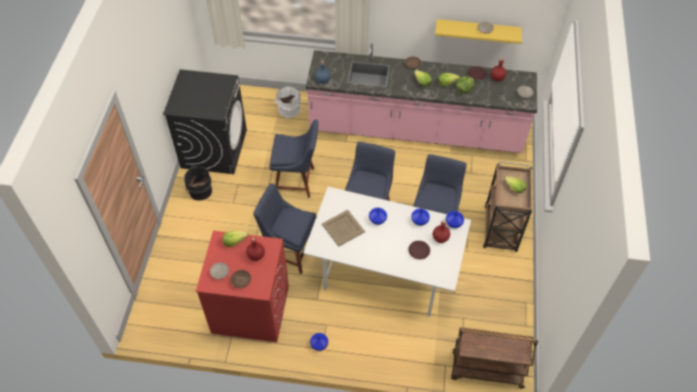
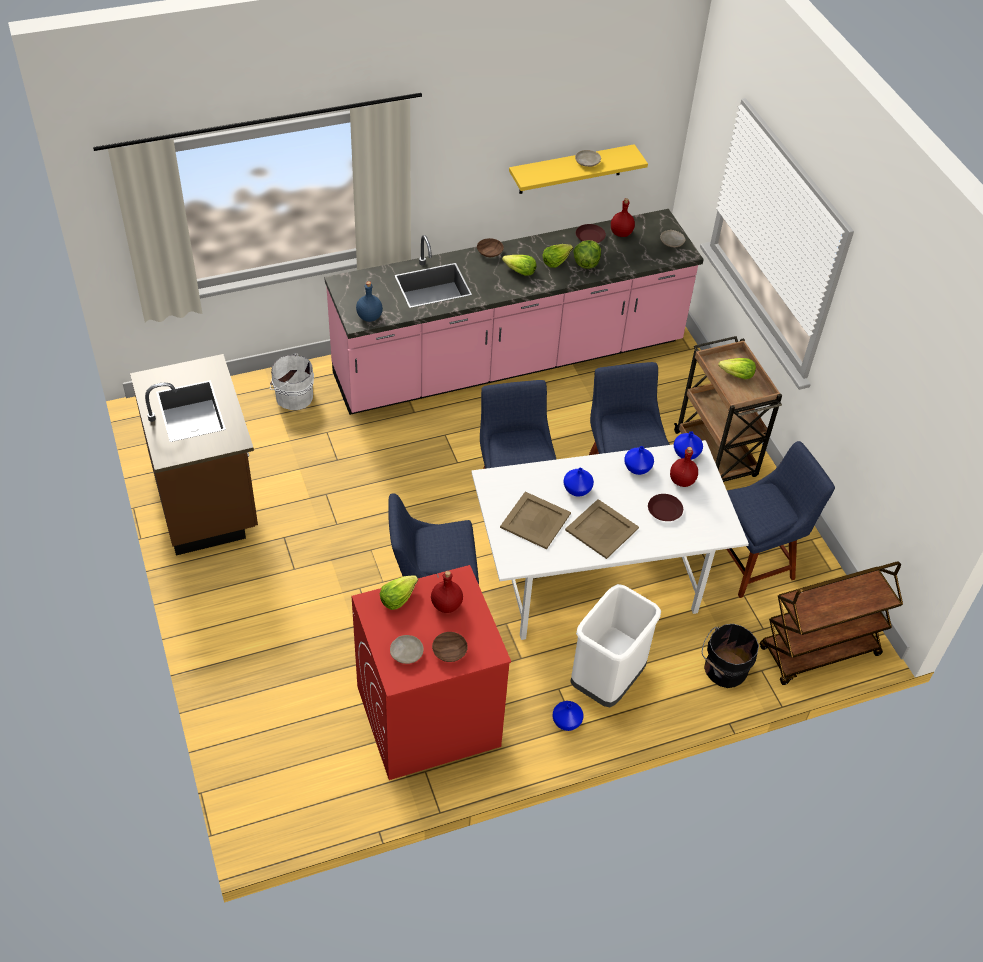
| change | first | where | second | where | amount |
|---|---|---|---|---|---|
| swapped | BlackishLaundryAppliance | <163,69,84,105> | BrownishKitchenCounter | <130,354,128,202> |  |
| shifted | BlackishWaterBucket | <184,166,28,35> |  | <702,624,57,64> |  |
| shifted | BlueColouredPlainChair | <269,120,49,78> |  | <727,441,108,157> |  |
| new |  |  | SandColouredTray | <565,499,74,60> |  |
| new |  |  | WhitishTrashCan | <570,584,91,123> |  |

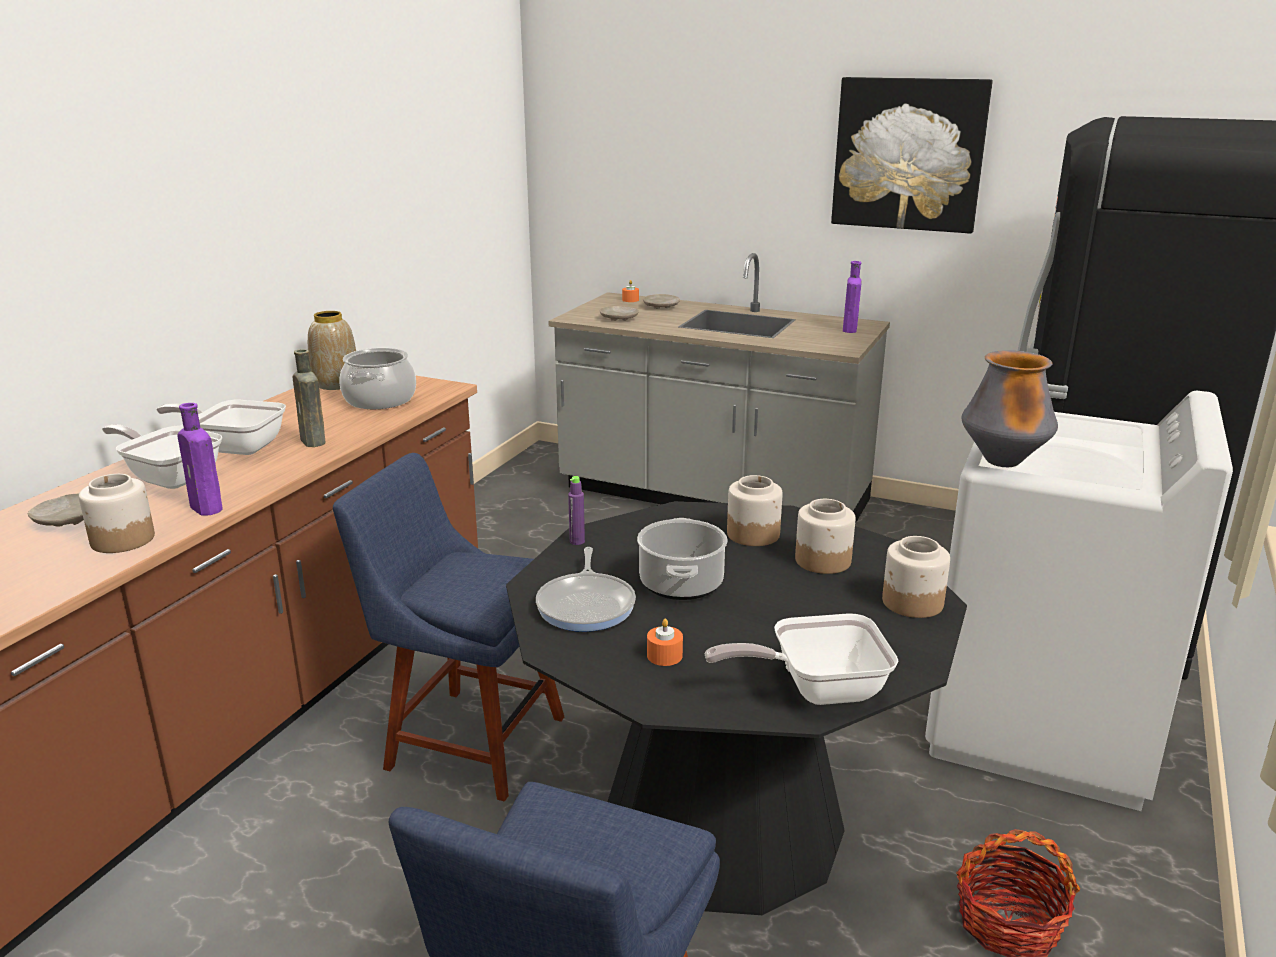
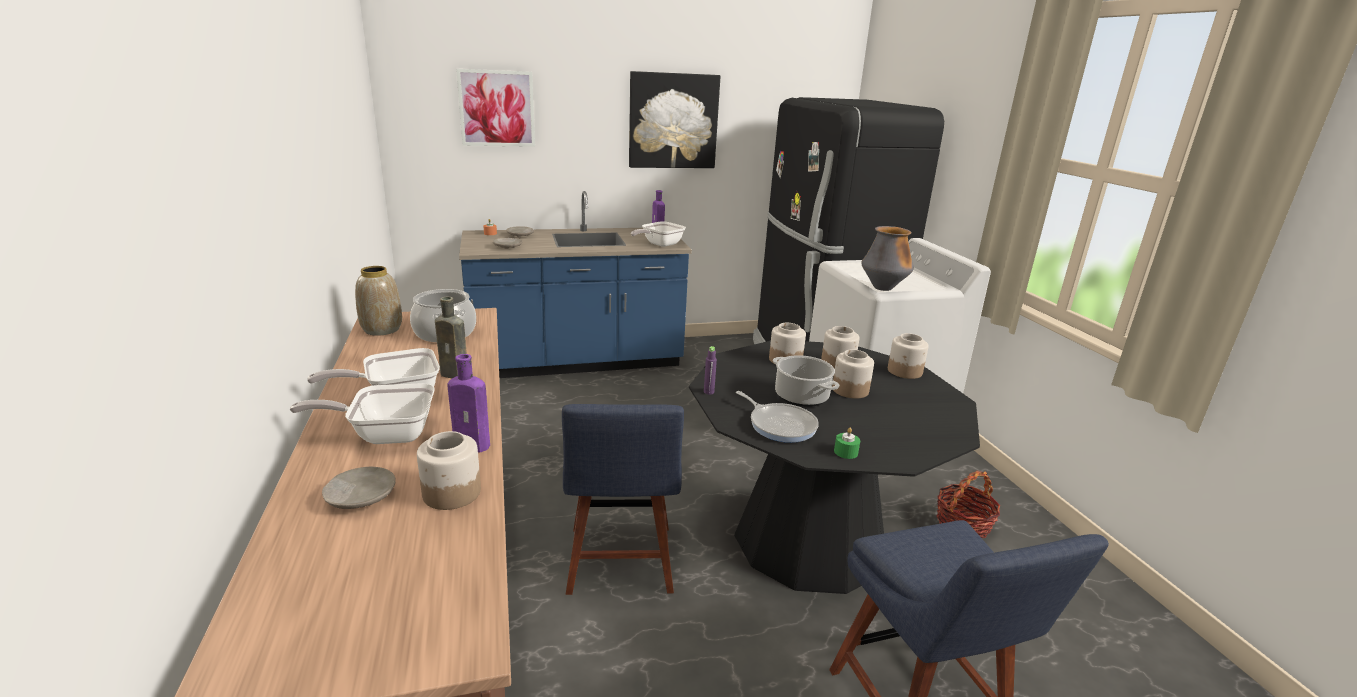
| change | first | where | second | where | amount |
|---|---|---|---|---|---|
| rotated | BlueColouredPlainChair | <333,453,231,349> |  | <562,404,122,191> | 75 degrees counterclockwise |
| repainted | GreyishKitchenCounter | <548,253,342,271> | BlueColouredKitchenCounter | <459,191,233,187> |  |
| gone | OrangeColouredCandle | <647,618,36,48> |  |  |  |
| shifted | Skillet | <705,614,193,91> |  | <631,221,55,26> |  |
| new |  |  | WallArt | <456,69,79,78> |  |
| new |  |  | PreserveJar | <832,349,42,50> |  |
| new |  |  | GreenishCandle | <834,428,26,31> |  |

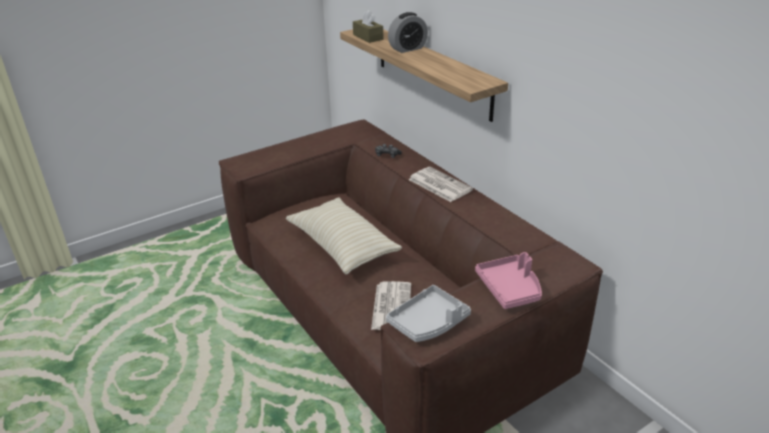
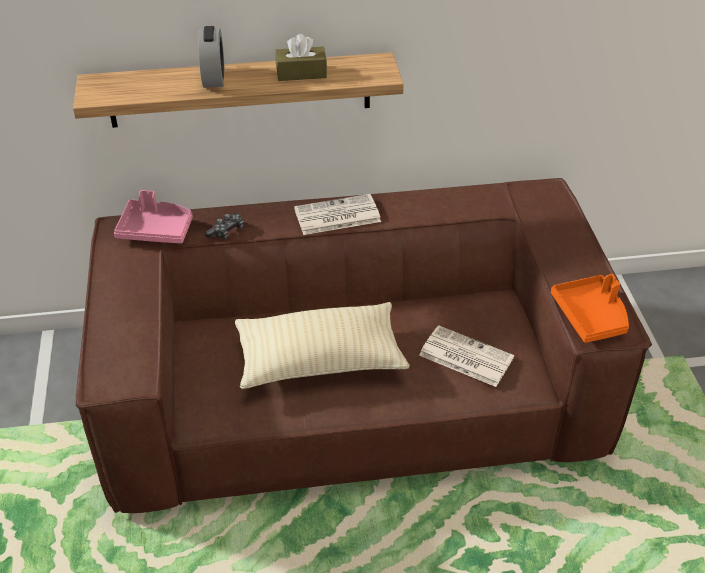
| change | first | where | second | where | amount |
|---|---|---|---|---|---|
| shifted | BrownishTissueBox | <353,10,30,33> |  | <275,34,52,47> |  |
| repainted | GreyishTray | <386,285,85,57> | OrangeColouredTray | <551,274,78,69> |  |
| shifted | PinkishTray | <475,252,67,57> |  | <114,190,79,53> |  |

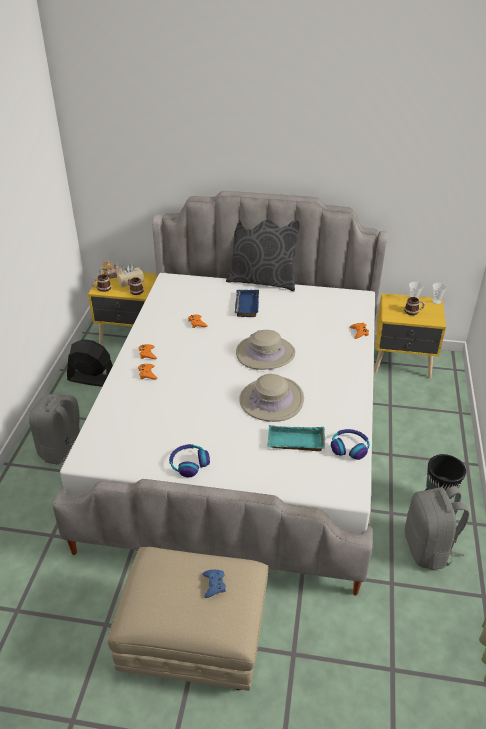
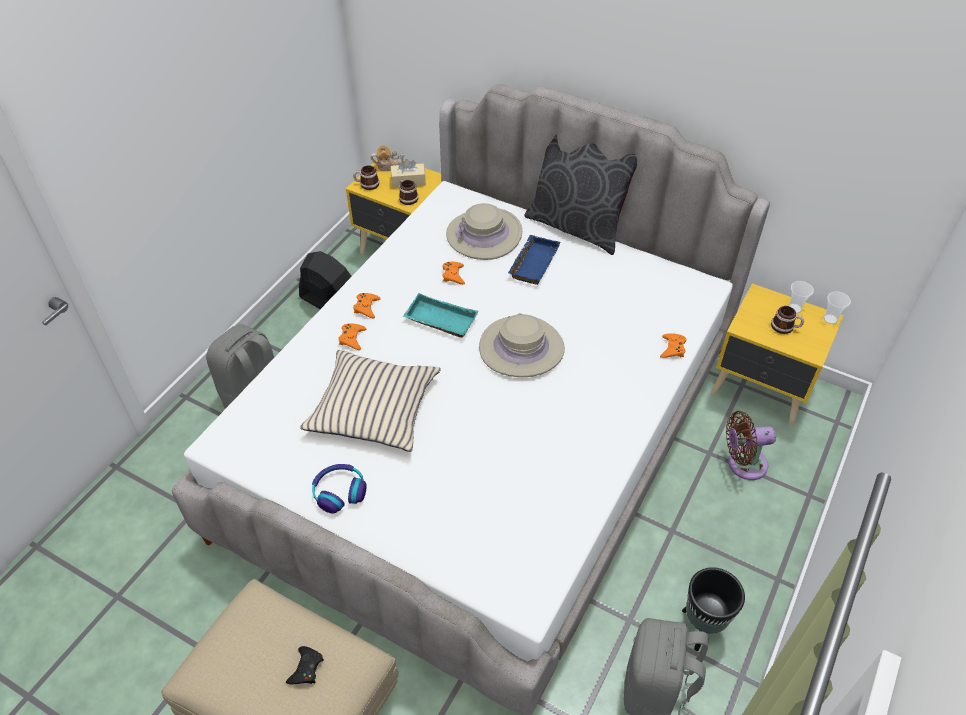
| change | first | where | second | where | amount |
|---|---|---|---|---|---|
| repainted | BlueColouredJoypad | <202,570,24,28> | BlackishJoypad | <286,646,38,39> |  |
| shifted | SandColouredHat | <239,374,65,48> |  | <446,203,76,57> |  |
| shifted | BlueGreenTray | <267,425,58,26> |  | <403,293,75,45> |  |
| gone | Headset | <331,429,38,31> |  |  |  |
| new |  |  | SandColouredThrowPillow | <300,350,141,102> |  |
| new |  |  | BrownishCoolingFan | <726,411,50,69> |  |

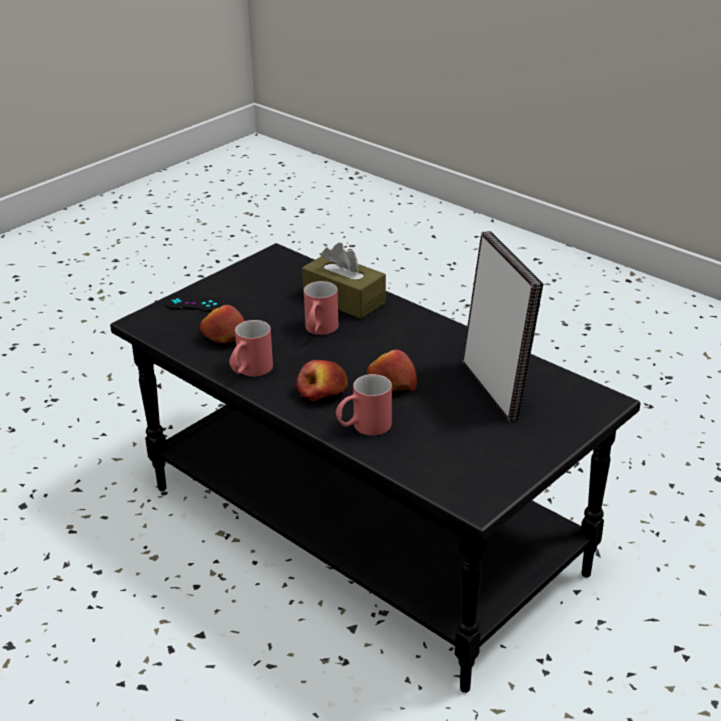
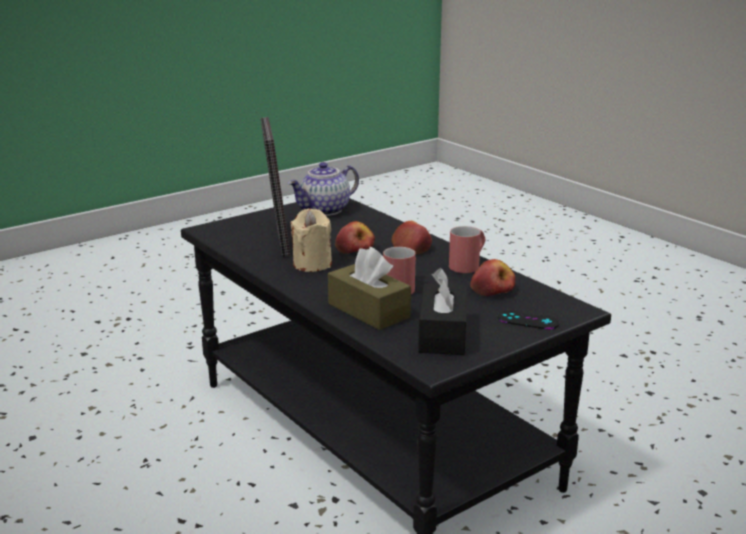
| change | first | where | second | where | amount |
|---|---|---|---|---|---|
| gone | ReddishCoffeeMug | <336,374,56,62> |  |  |  |
| new |  |  | PotForTea | <288,162,71,54> |  |
| new |  |  | SandColouredCandle | <290,208,42,64> |  |
| new |  |  | BlackishTissueBox | <418,268,49,87> |  |

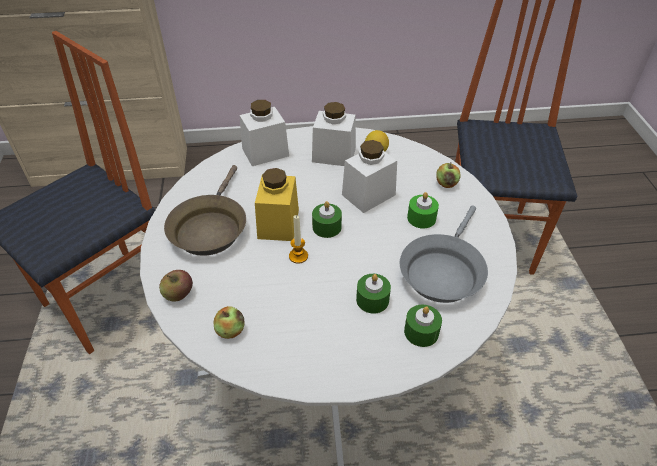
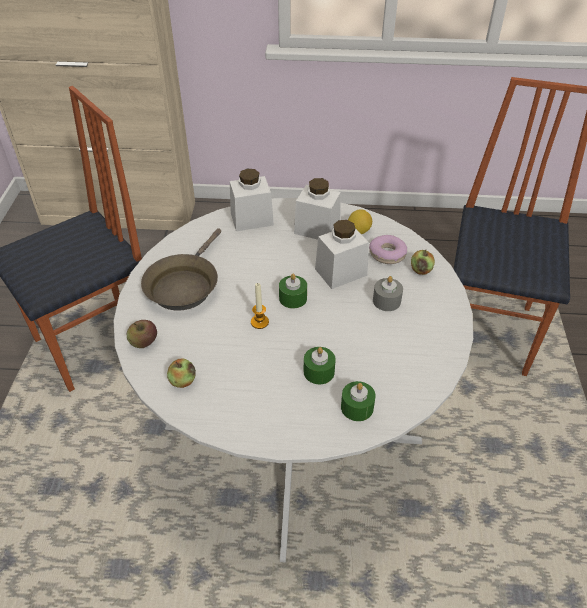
| change | first | where | second | where | amount |
|---|---|---|---|---|---|
| gone | YellowPreserveJar | <255,168,44,73> |  |  |  |
| gone | GreyishSkillet | <400,205,88,98> |  |  |  |
| repainted | GreenishCandle | <407,192,32,37> | GreyishCandle | <373,276,30,35> |  |
| new |  |  | Doughnut | <369,235,38,29> |  |

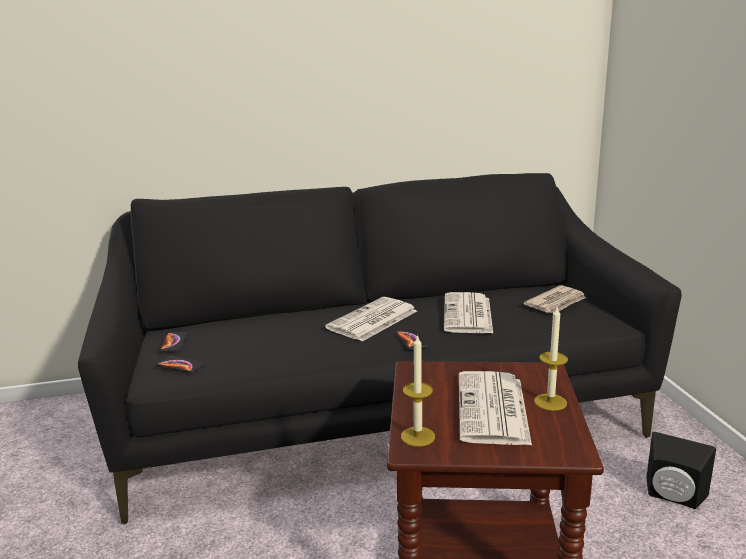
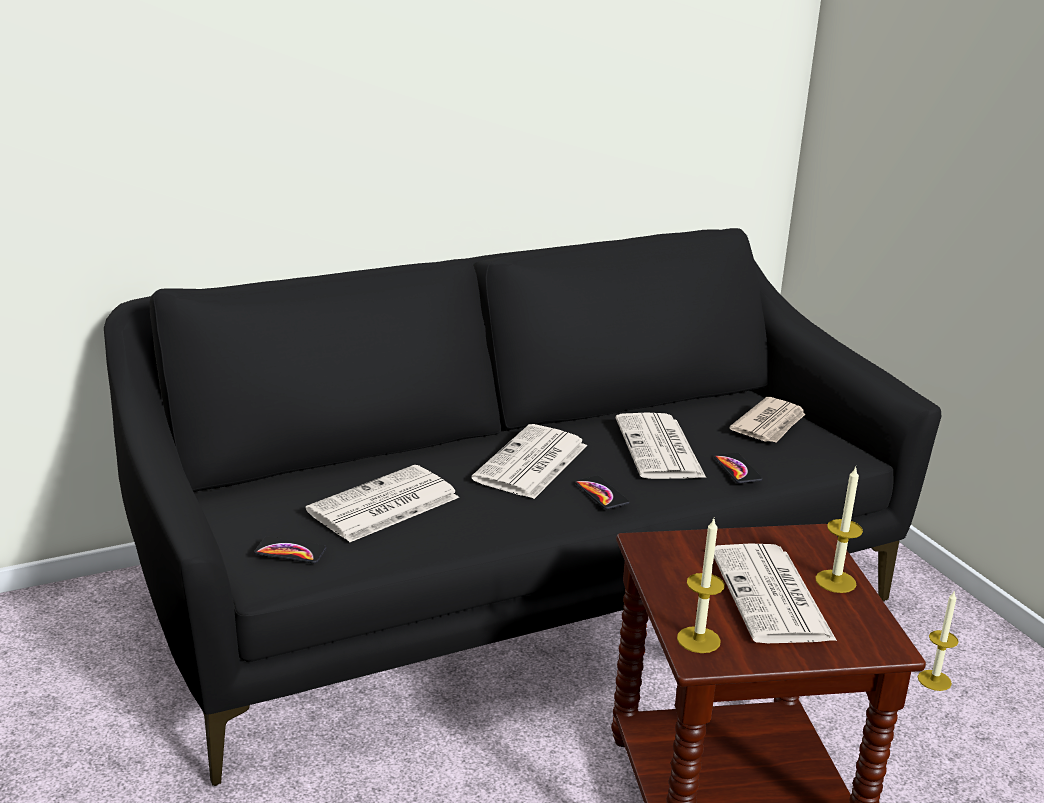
| change | first | where | second | where | amount |
|---|---|---|---|---|---|
| shifted | Telephone | <160,332,28,20> |  | <714,453,49,30> |  |
| swapped | BlackishSpeaker | <646,432,70,77> | Candle | <918,590,41,101> |  |
| new |  |  | DailyPaper | <306,465,153,77> |  |

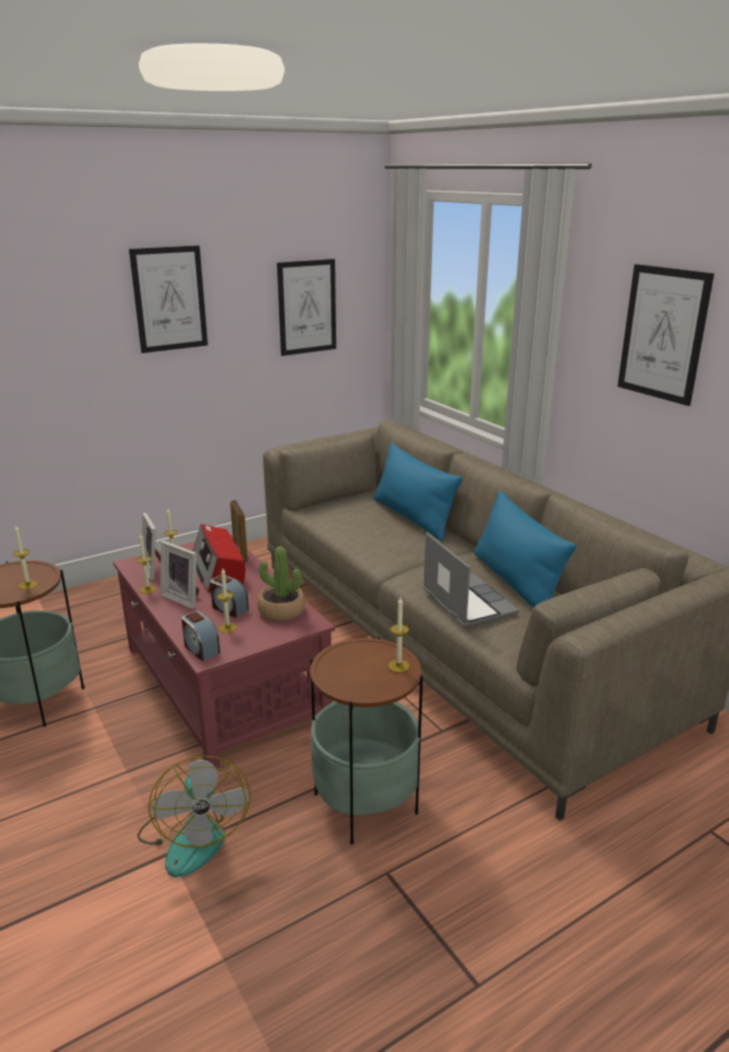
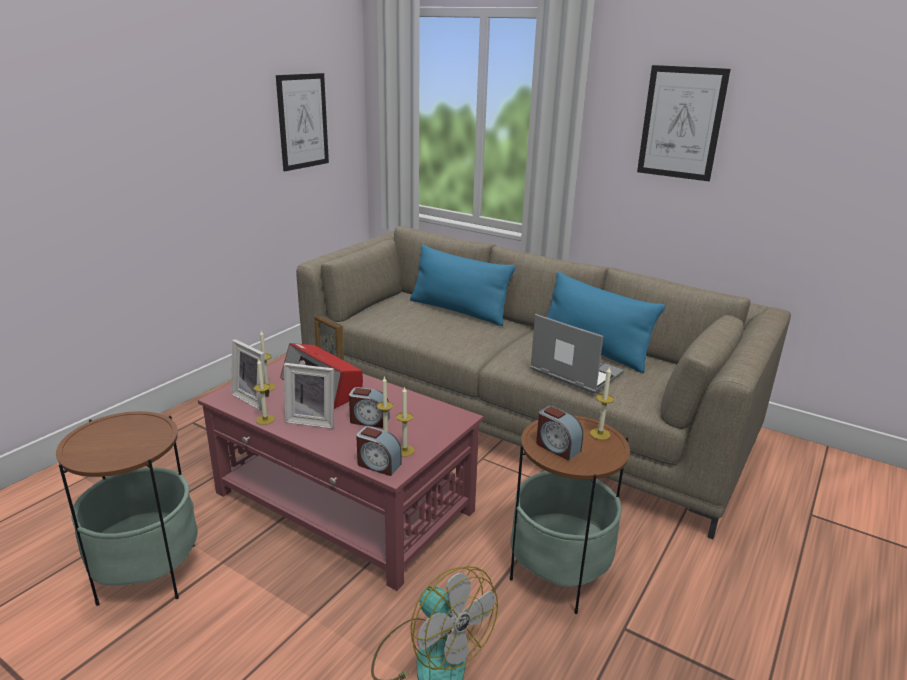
| change | first | where | second | where | amount |
|---|---|---|---|---|---|
| shifted | Candle | <13,525,25,65> |  | <396,386,19,71> |  |
| gone | WallArt | <129,245,79,108> |  |  |  |
| gone | Houseplant | <257,546,48,75> |  |  |  |
| new |  |  | BedsideClock | <536,406,47,54> |  |

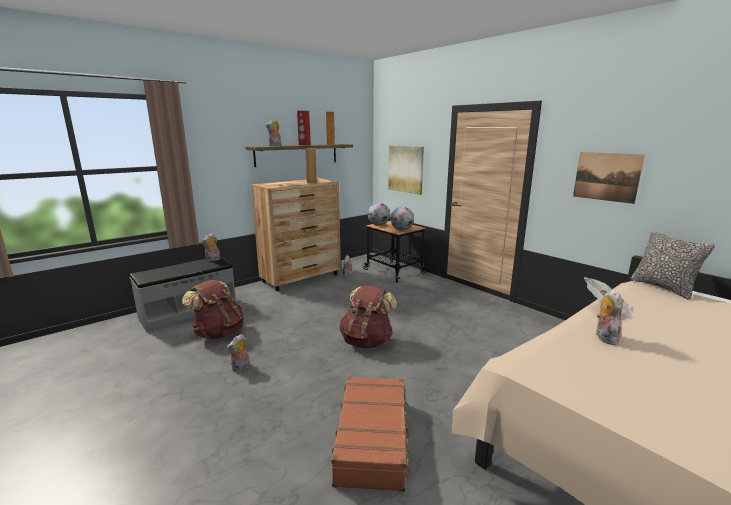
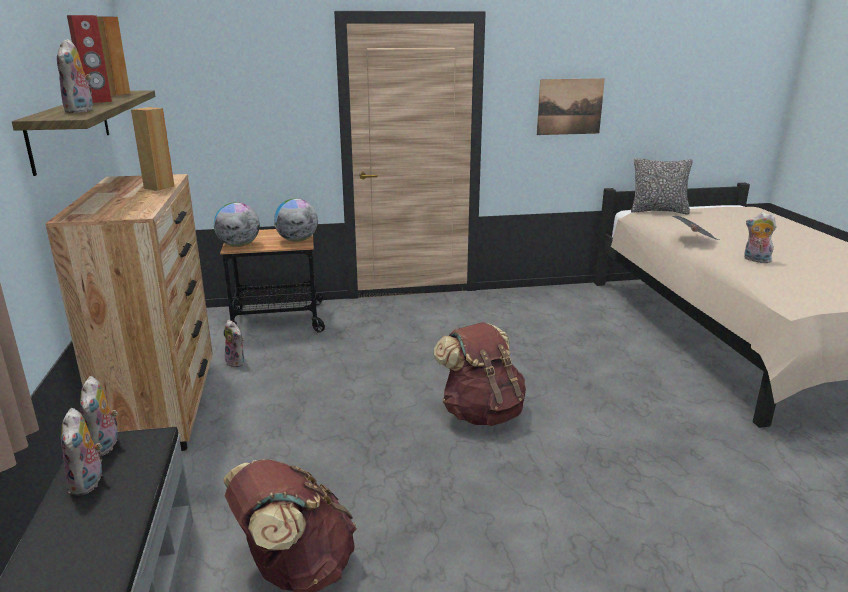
| change | first | where | second | where | amount |
|---|---|---|---|---|---|
| shifted | PlushToy | <226,334,24,38> |  | <61,408,41,87> |  |
| gone | BrownishTravelCase | <331,377,81,115> |  |  |  |
| gone | WallArt | <388,145,36,50> |  |  |  |

